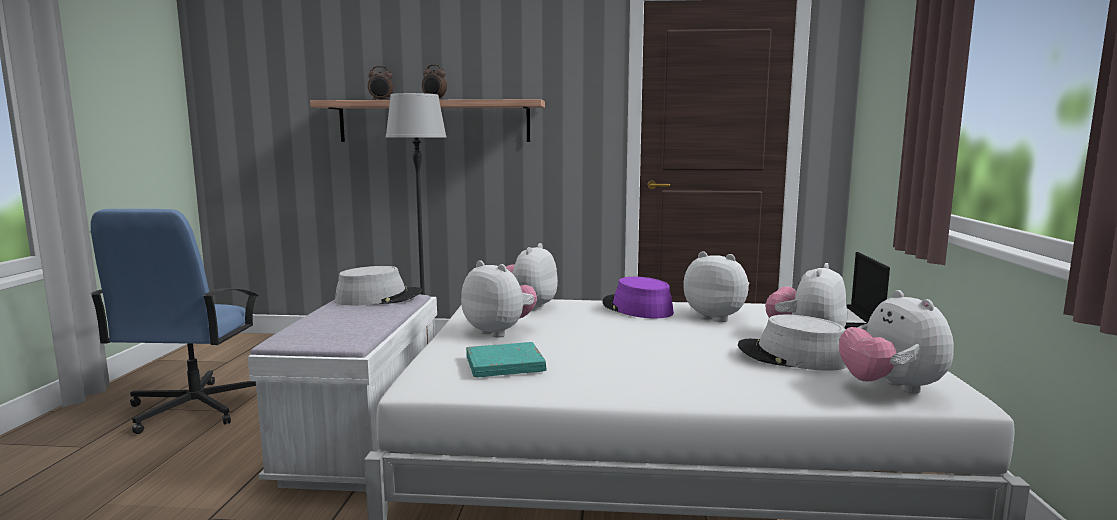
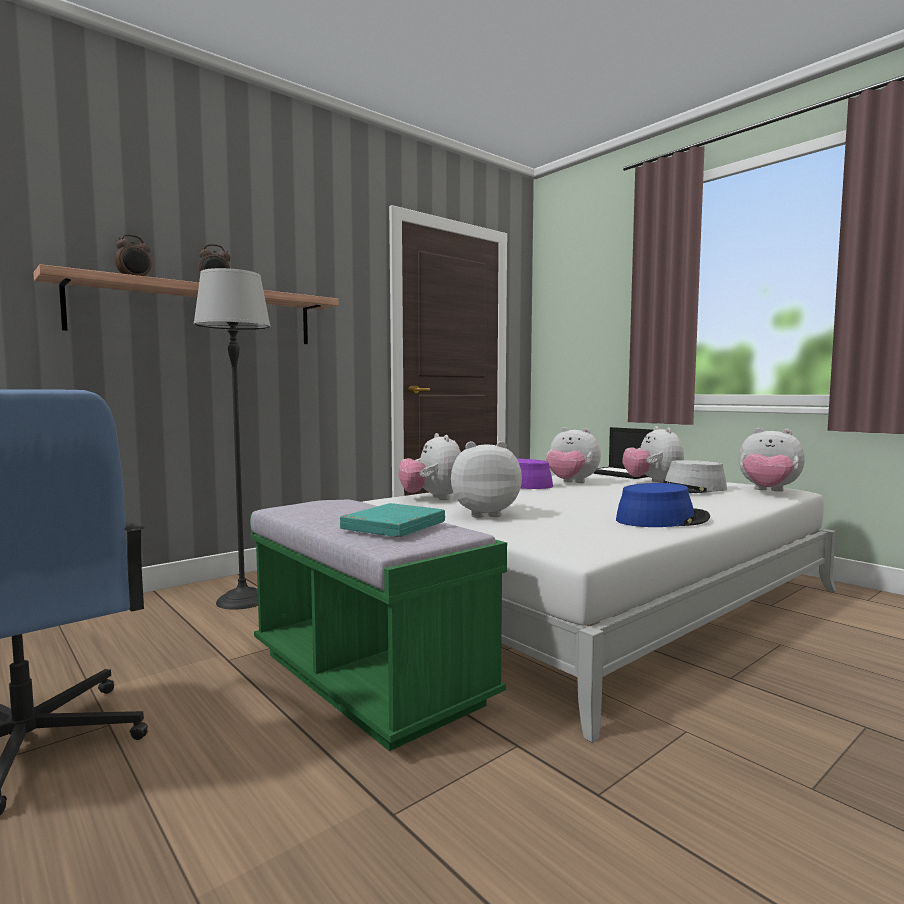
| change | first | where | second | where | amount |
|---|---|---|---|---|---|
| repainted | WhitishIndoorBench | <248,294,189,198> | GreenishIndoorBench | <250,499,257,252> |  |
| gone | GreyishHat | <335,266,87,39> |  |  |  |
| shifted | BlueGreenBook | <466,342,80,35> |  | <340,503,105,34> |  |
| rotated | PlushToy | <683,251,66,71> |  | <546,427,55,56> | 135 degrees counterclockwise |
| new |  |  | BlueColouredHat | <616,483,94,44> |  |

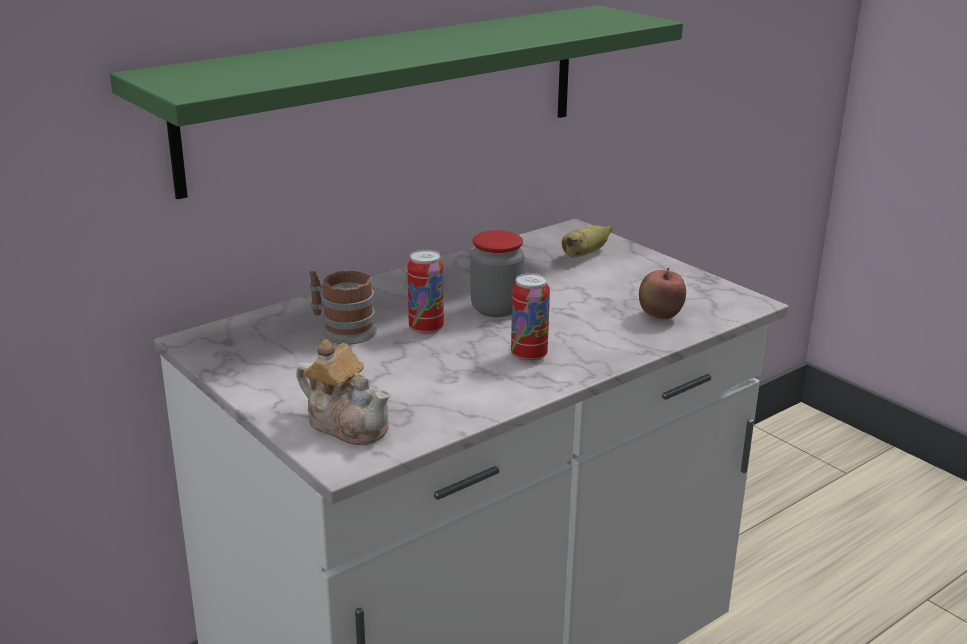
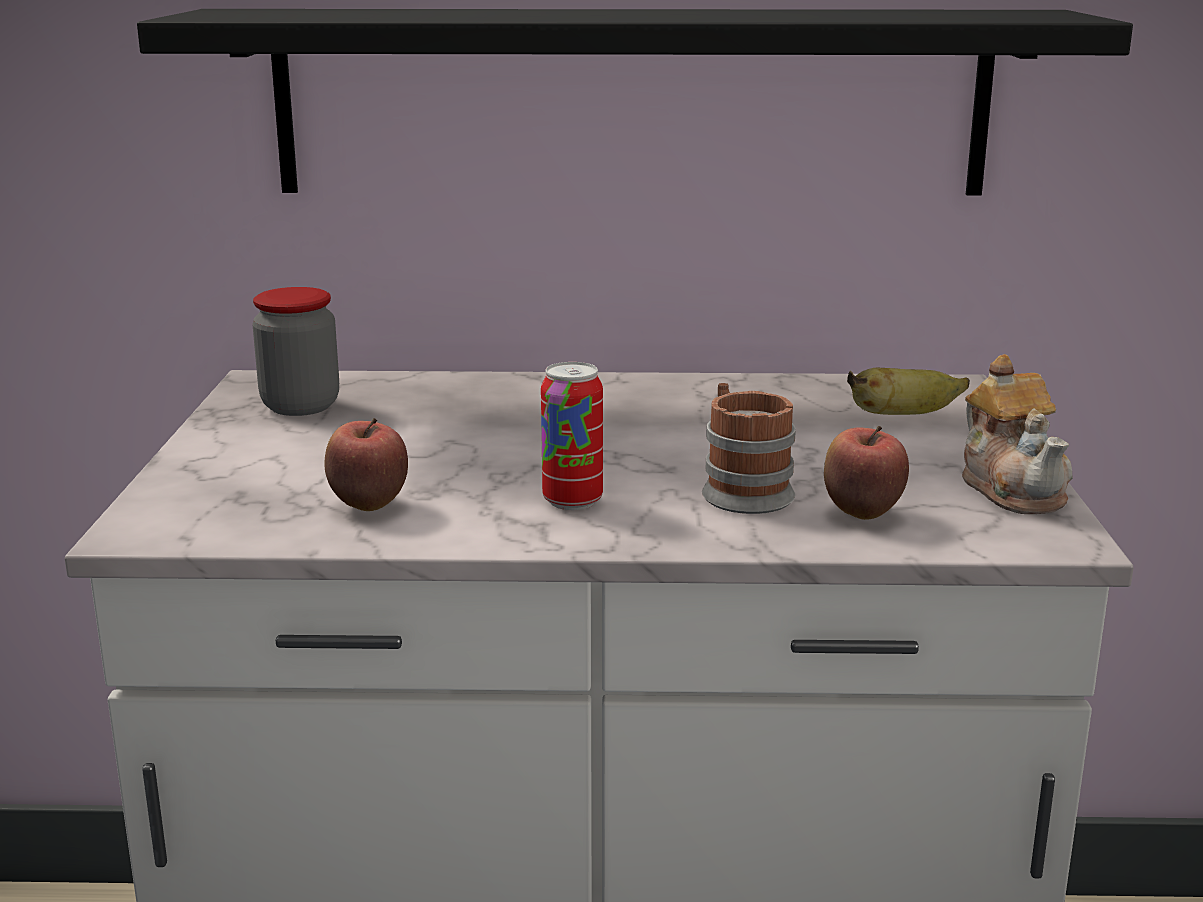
| change | first | where | second | where | amount |
|---|---|---|---|---|---|
| repainted | GreenishWallShelf | <110,5,573,194> | BlackishWallShelf | <137,9,996,187> |  |
| shifted | PotForTea | <296,339,95,106> |  | <962,354,110,160> |  |
| shifted | CoffeeMug | <310,271,67,74> |  | <702,383,94,131> |  |
| gone | SealedCan | <408,250,36,85> |  |  |  |
| shifted | PreserveJar | <470,230,54,87> |  | <253,287,86,129> |  |
| new |  |  | WholeApple | <325,418,83,93> |  |

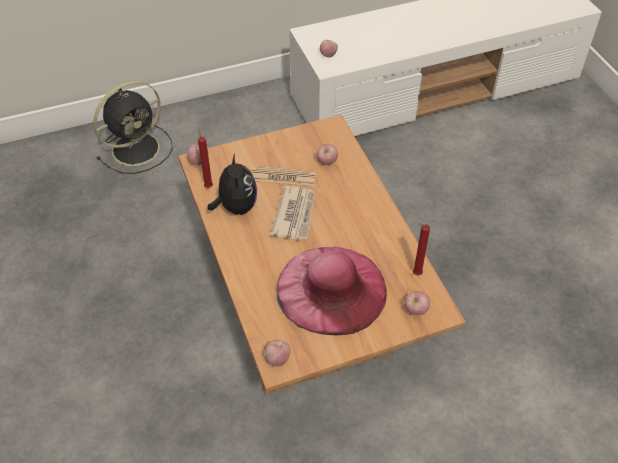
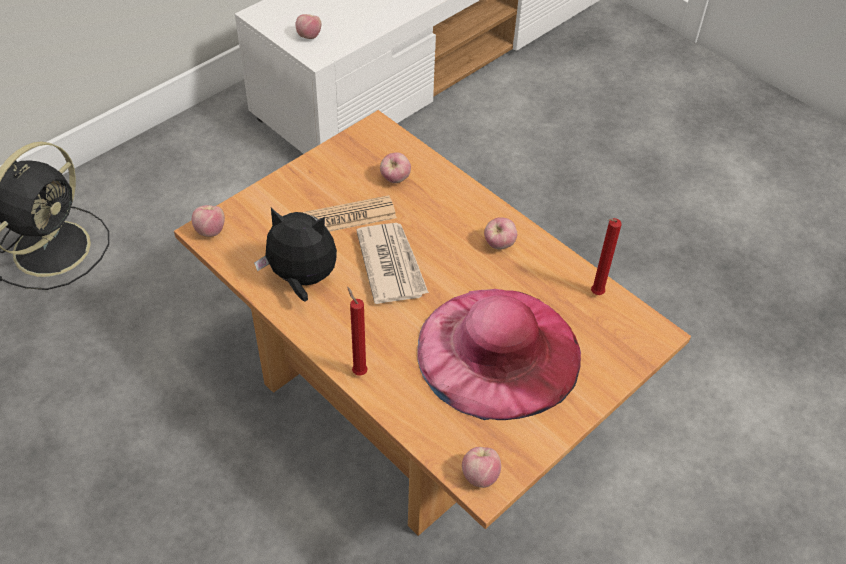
| change | first | where | second | where | amount |
|---|---|---|---|---|---|
| shifted | ReddishCandle | <198,129,15,59> |  | <347,287,21,89> |  |
| rotated | PlushToy | <207,153,50,62> |  | <254,208,83,93> | 45 degrees counterclockwise |
| shifted | WholeApple | <405,291,25,24> |  | <484,217,33,33> |  |

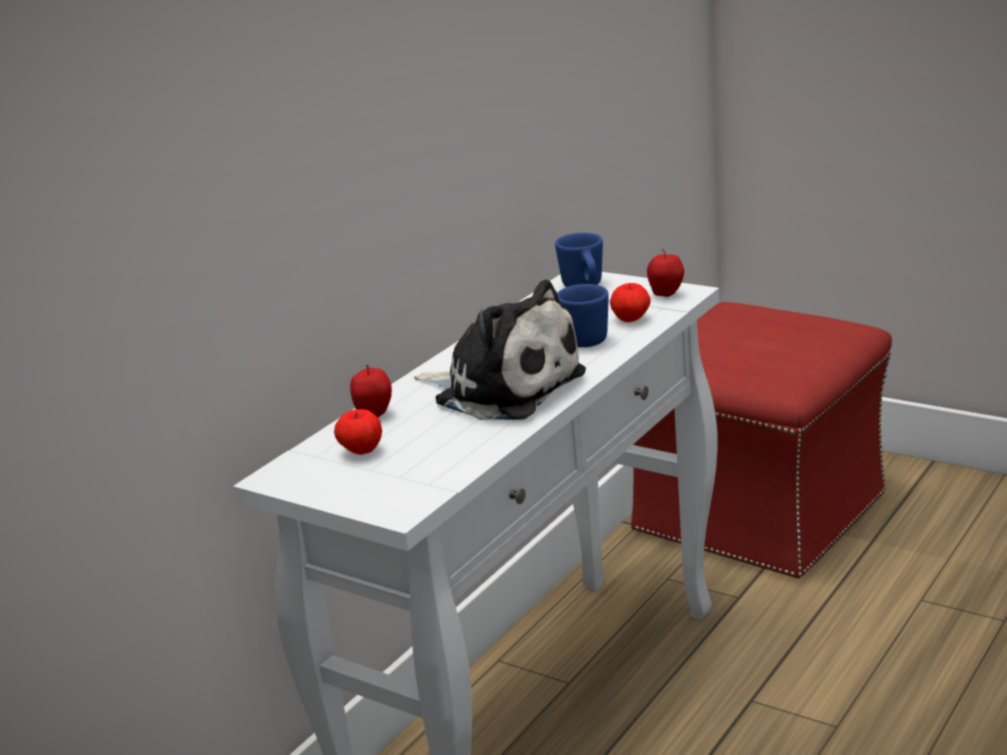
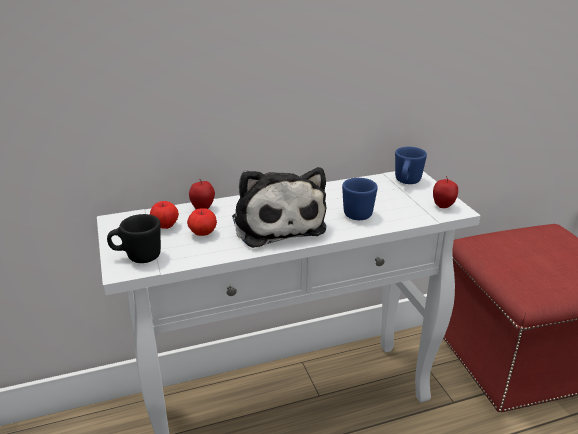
| change | first | where | second | where | amount |
|---|---|---|---|---|---|
| shifted | WholeApple | <610,283,41,39> |  | <187,208,30,28> |  |
| new |  |  | BlackishCoffeeMug | <107,214,54,49> |  |

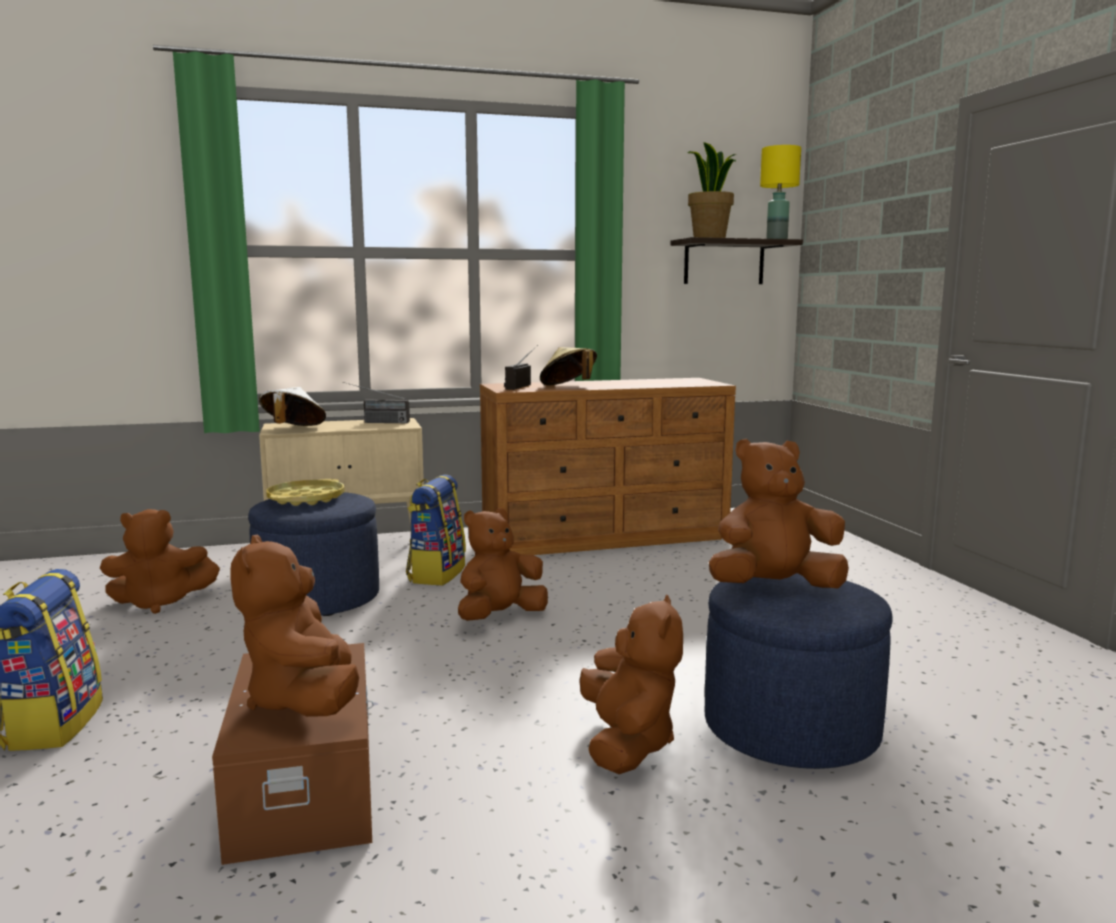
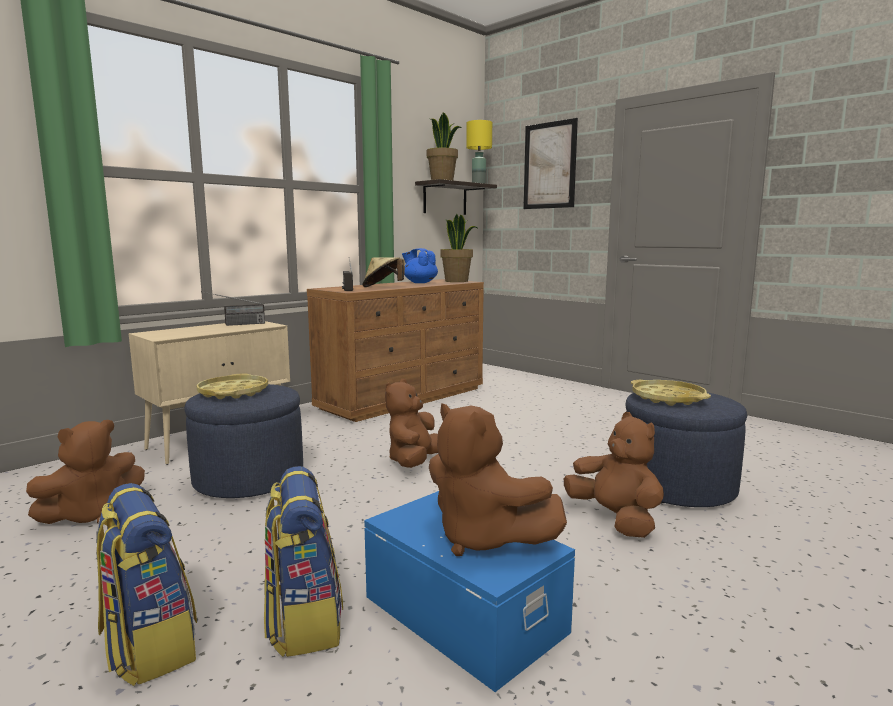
| change | first | where | second | where | amount |
|---|---|---|---|---|---|
| repainted | BrownishStorageBin | <212,643,162,222> | BlueColouredStorageBin | <364,491,211,201> |  |
| gone | WhitishHat | <259,387,67,39> |  |  |  |
| shifted | Backpack | <406,474,60,111> |  | <264,466,79,191> |  |
| swapped | BrownishPlushToy | <709,439,140,149> | YellowTray | <631,380,80,26> |  |
| new |  |  | BlueColouredPotForTea | <402,248,36,35> |  |
| new |  |  | Houseplant | <440,214,38,68> |  |
| new |  |  | WallArt | <523,118,55,91> |  |

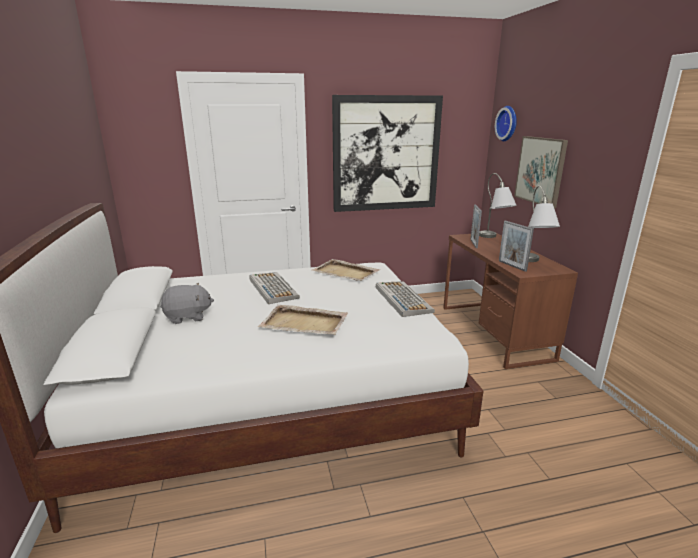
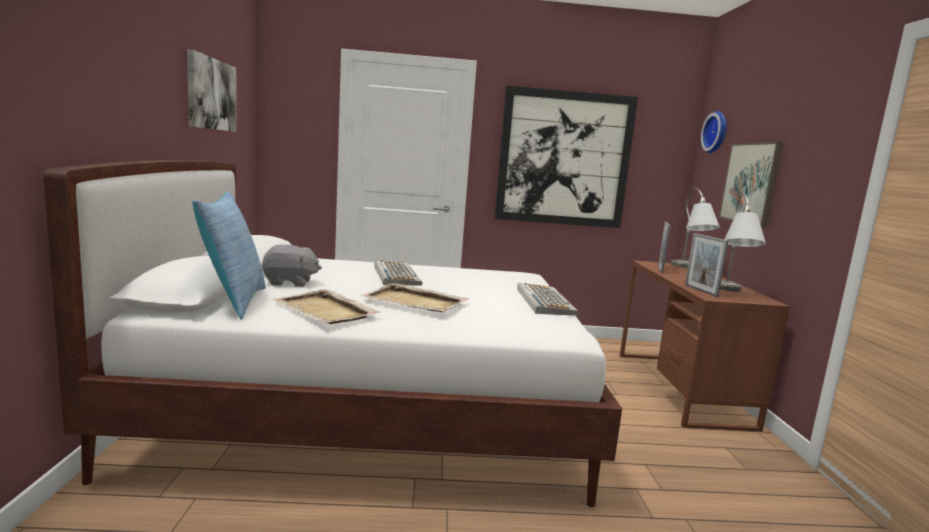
| change | first | where | second | where | amount |
|---|---|---|---|---|---|
| shifted | SandColouredTray | <312,259,68,22> |  | <272,289,109,35> |  |
| new |  |  | WallArt | <187,49,50,83> |  |
| new |  |  | ThrowPillow | <192,191,74,129> |  |

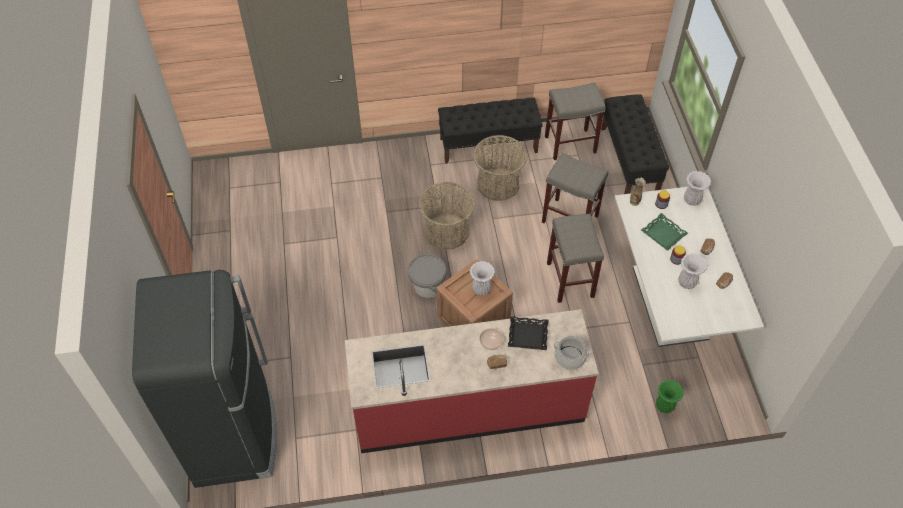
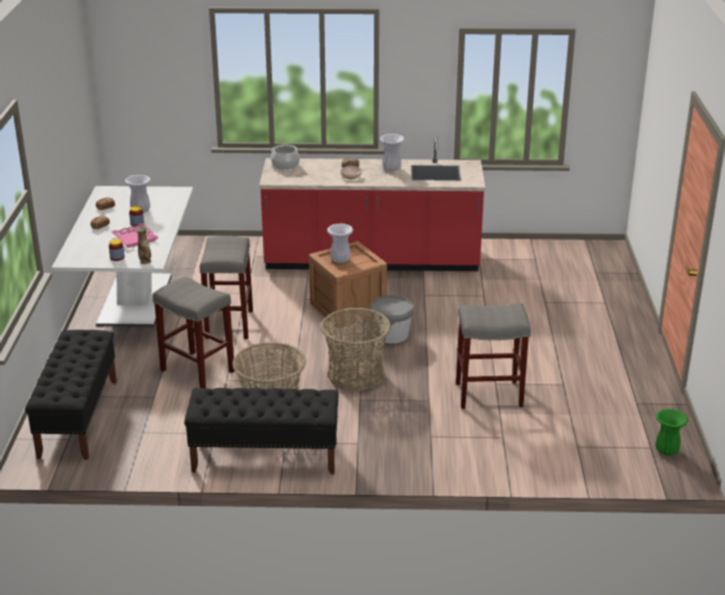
| change | first | where | second | where | amount |
|---|---|---|---|---|---|
| gone | BlackishKitchenFridge | <132,270,145,218> |  |  |  |
| gone | BlackishTray | <508,316,41,34> |  |  |  |
| shifted | GreyishSittingStool | <545,82,61,78> |  | <456,303,75,106> |  |
| repainted | GreenishTray | <641,213,47,38> | PinkishTray | <111,223,48,25> |  |
| shifted | GreenishVase | <656,380,28,33> |  | <656,409,32,47> |  |
| shifted | WhitishVase | <684,171,27,35> |  | <380,134,25,37> |  |

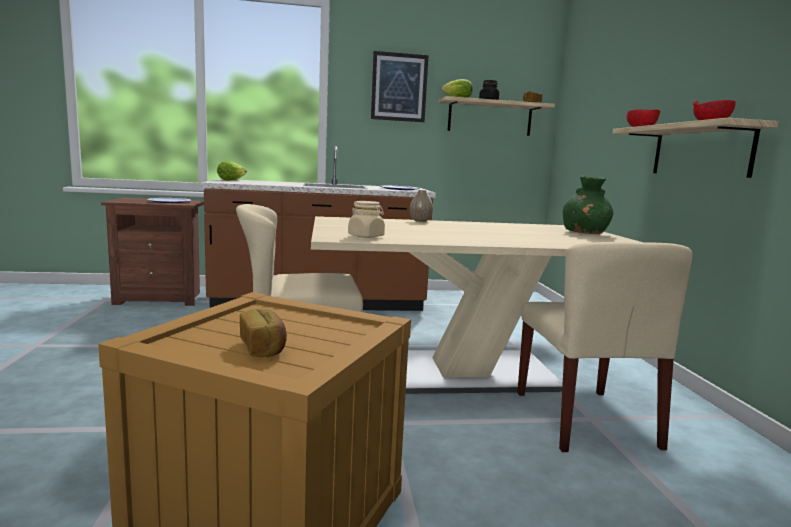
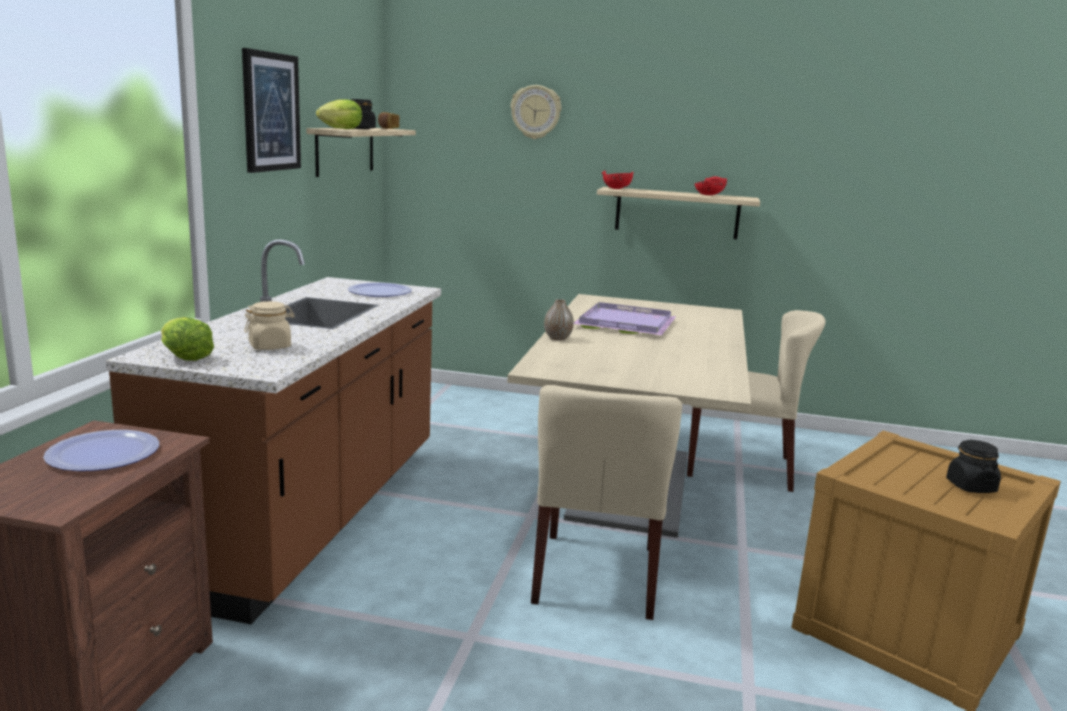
| change | first | where | second | where | amount |
|---|---|---|---|---|---|
| swapped | Bread | <240,309,47,48> | BlackishPreserveJar | <946,440,55,53> |  |
| shifted | SandColouredPreserveJar | <348,201,37,37> |  | <244,301,51,49> |  |
| gone | GreenishVase | <563,176,50,58> |  |  |  |
| new |  |  | ClockOnTheWall | <511,85,50,54> |  |
| new |  |  | PurplishTray | <574,302,102,33> |  |

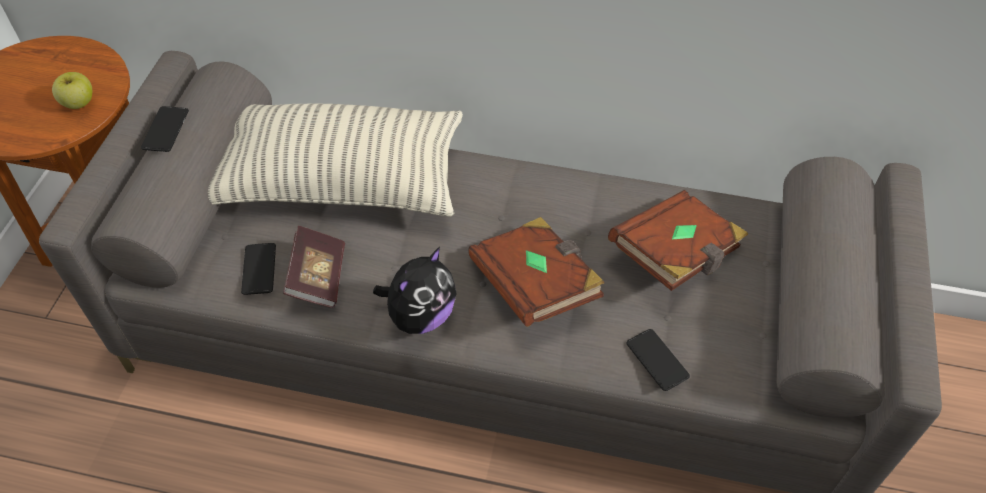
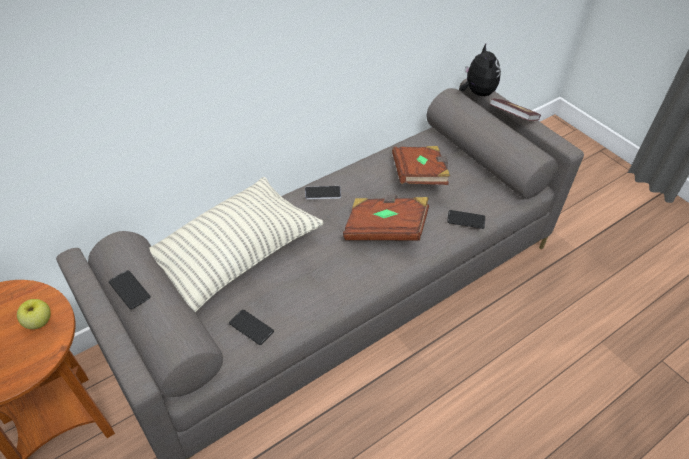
| change | first | where | second | where | amount |
|---|---|---|---|---|---|
| shifted | Book | <283,226,62,82> |  | <490,98,51,23> |  |
| shifted | PlushToy | <373,247,84,87> |  | <460,44,41,52> |  |
| new |  |  | Telephone | <305,186,36,14> |  |

